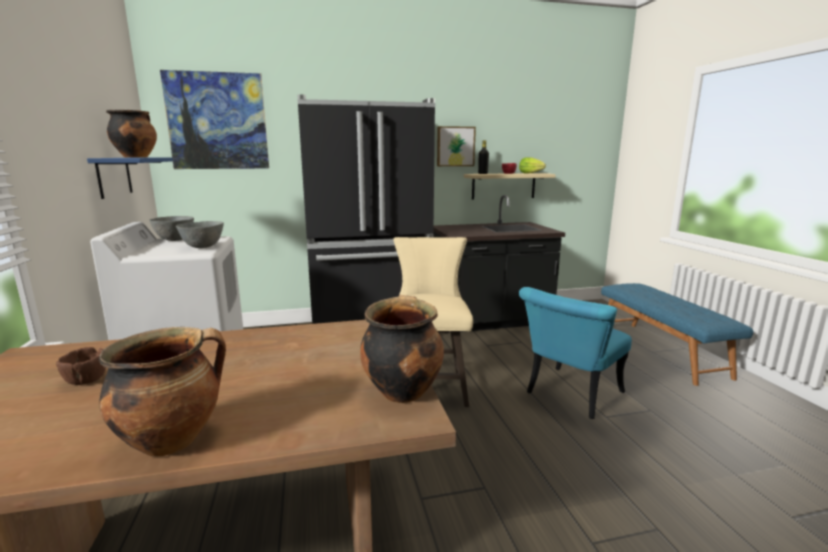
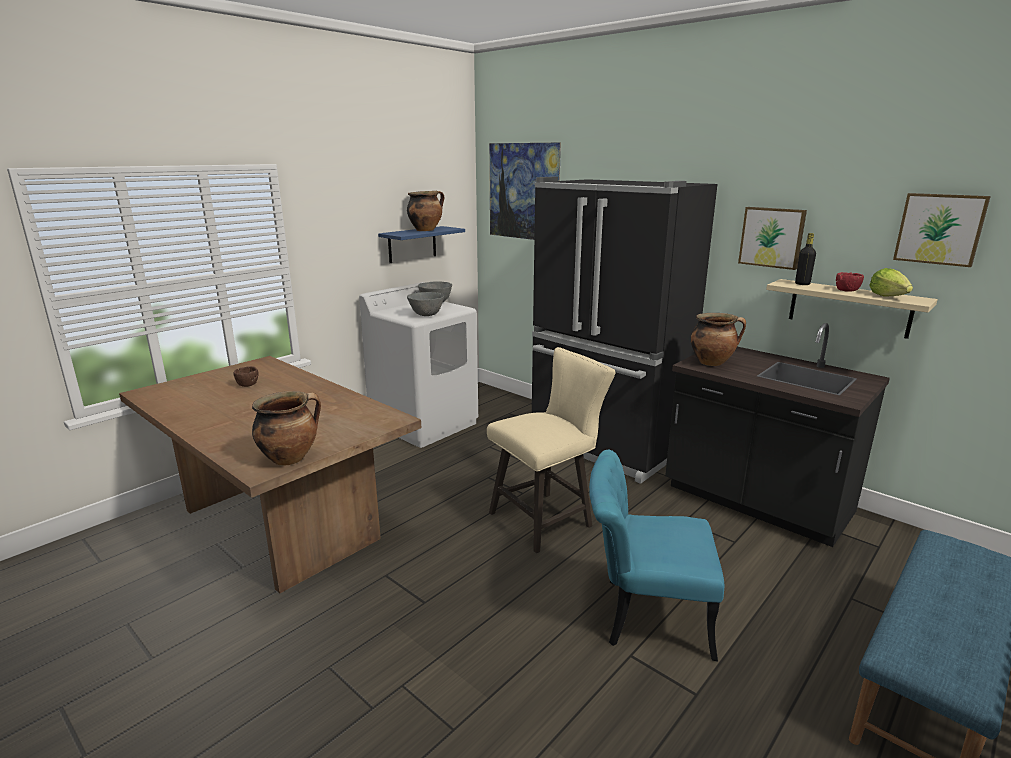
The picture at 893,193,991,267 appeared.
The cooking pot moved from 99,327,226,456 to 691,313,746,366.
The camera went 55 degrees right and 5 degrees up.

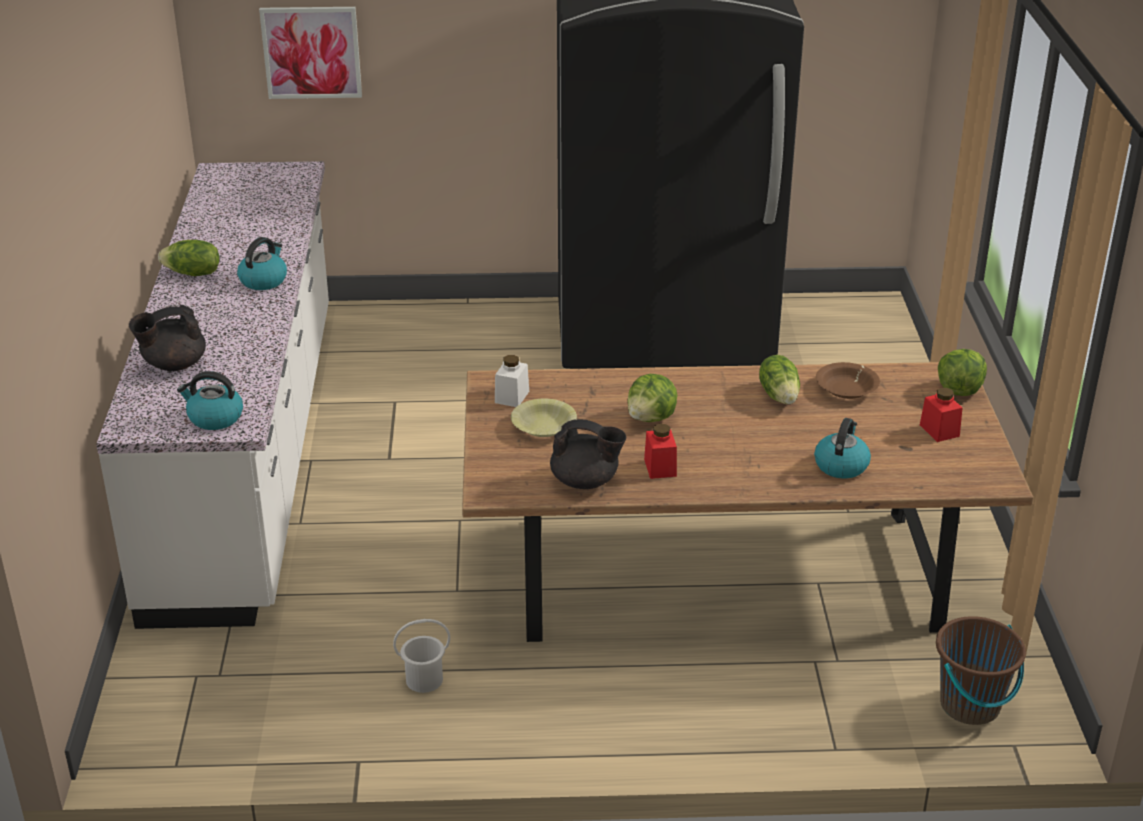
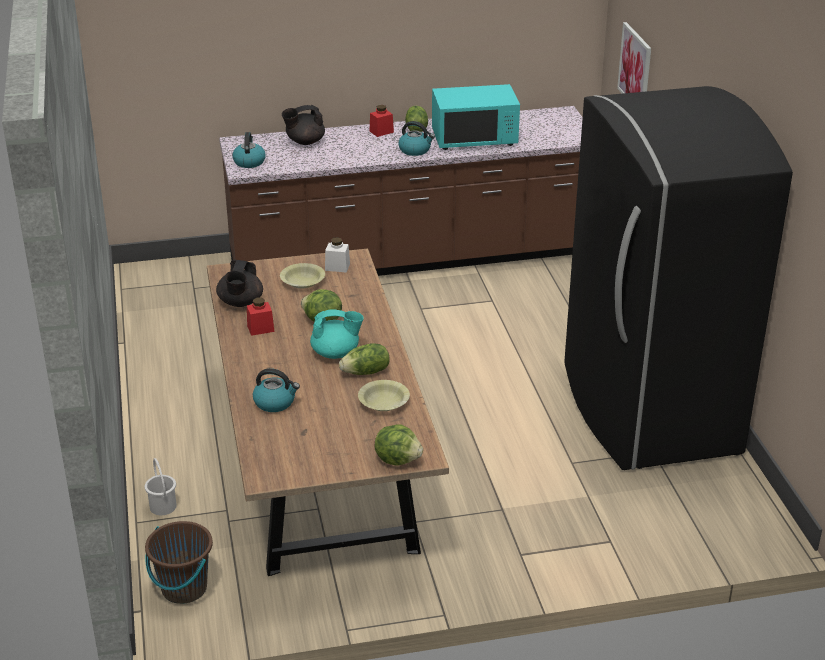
The teapot/turquoise at 310,309,364,359 appeared.
The microwave/turquoise at 432,84,520,150 appeared.
The bucket/white moved from 393,619,450,693 to 145,458,177,515.
The jar/red moved from 920,388,962,442 to 370,105,394,137.
The counter/white at 96,161,329,629 became the counter/brown at 219,106,583,276.
The bowl/brown at 816,362,880,399 became the bowl/yellow at 358,380,410,411.
The teapot/black at 129,305,206,371 turned 75 degrees counterclockwise.
The camera went 80 degrees right and 0 degrees up.

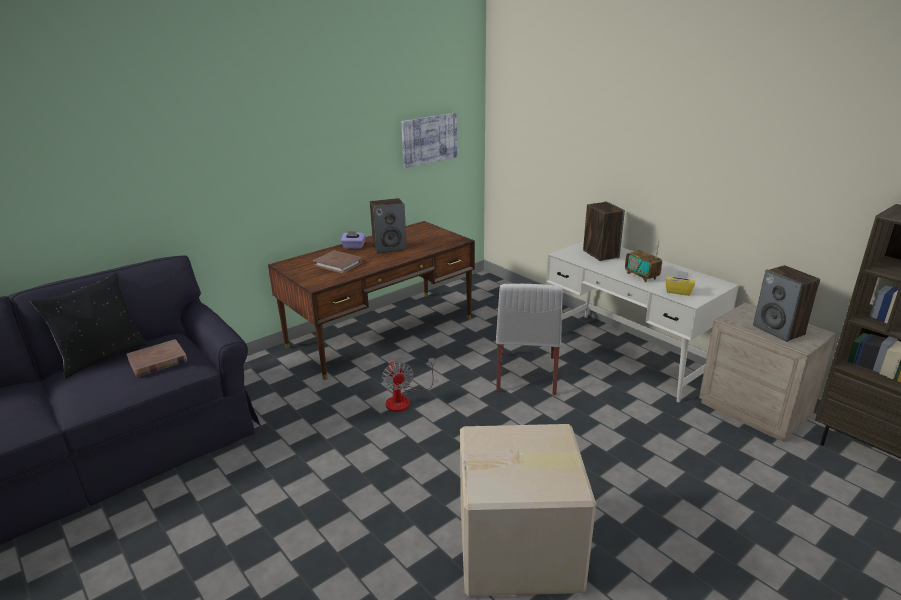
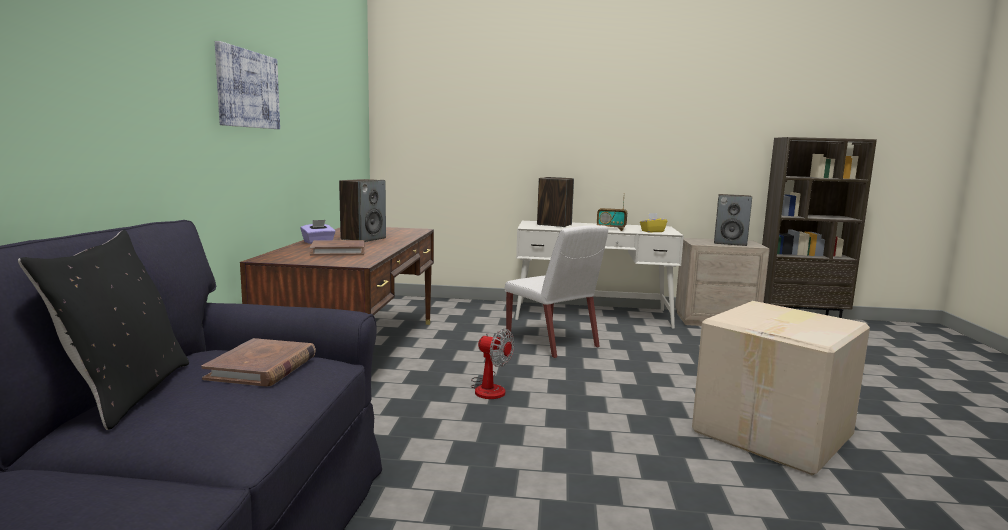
The picture moved from 401,113,457,168 to 215,41,280,129.
The camera went 45 degrees left and 15 degrees down.

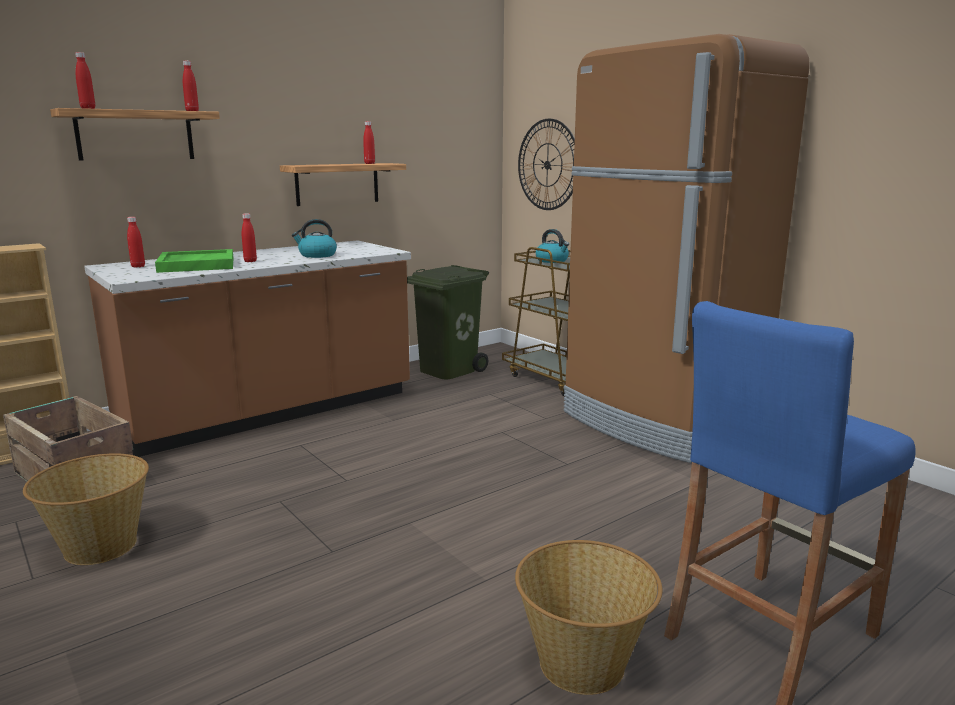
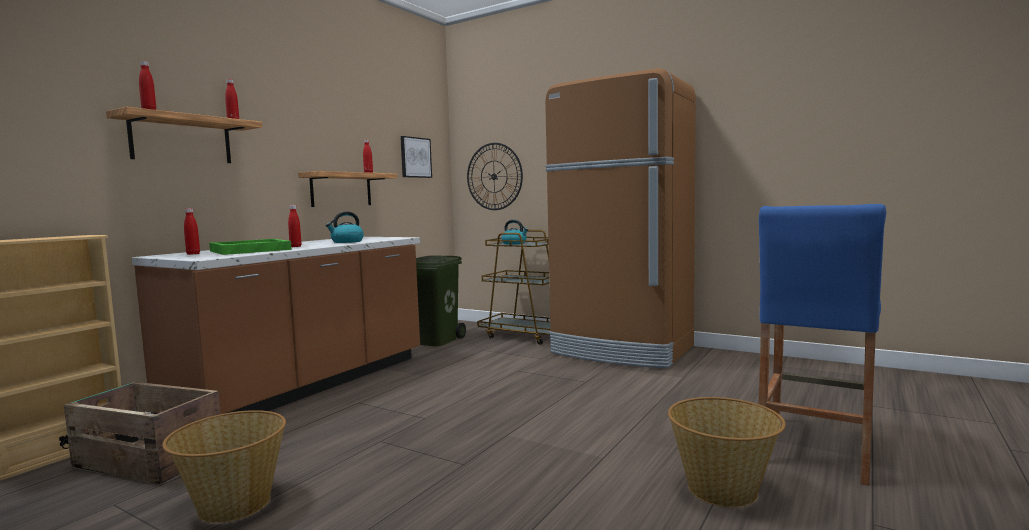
The picture at 400,136,432,178 appeared.
The camera went 20 degrees left and 10 degrees down.

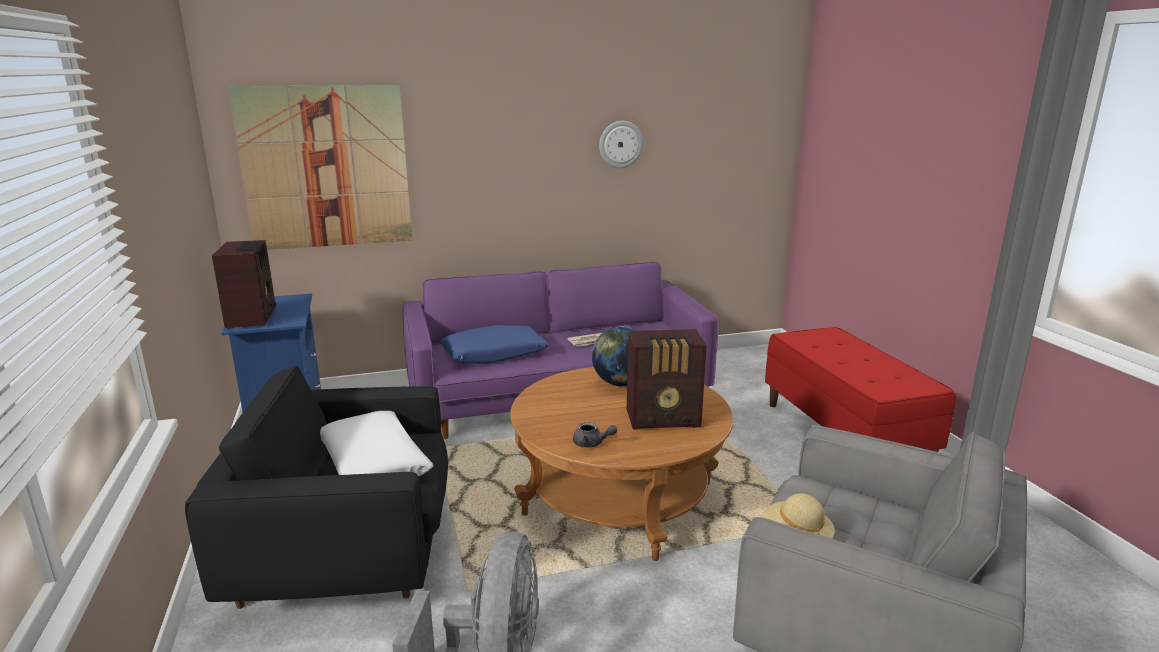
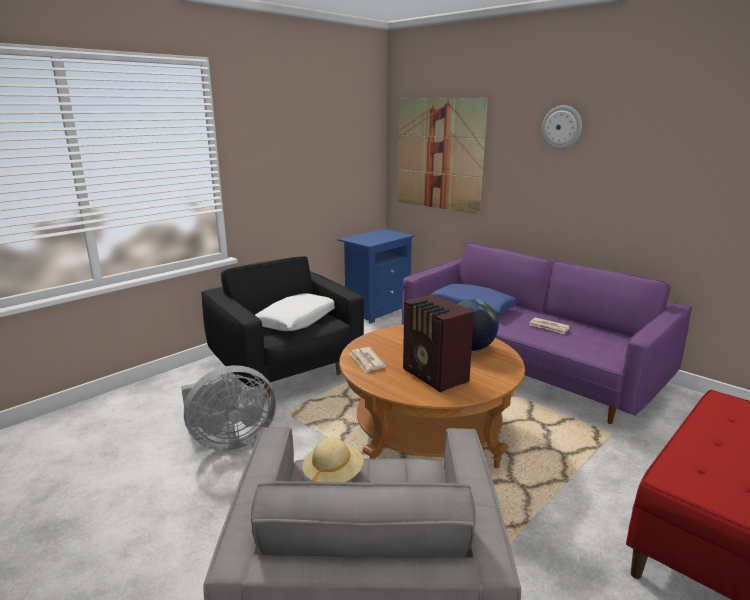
The radio at 212,240,276,329 disappeared.
The wall clock moved from 599,121,643,168 to 542,105,582,149.
The teapot/grey at 573,422,617,448 was replaced by the newspaper at 349,347,386,373.
The camera went 60 degrees right and 0 degrees up.

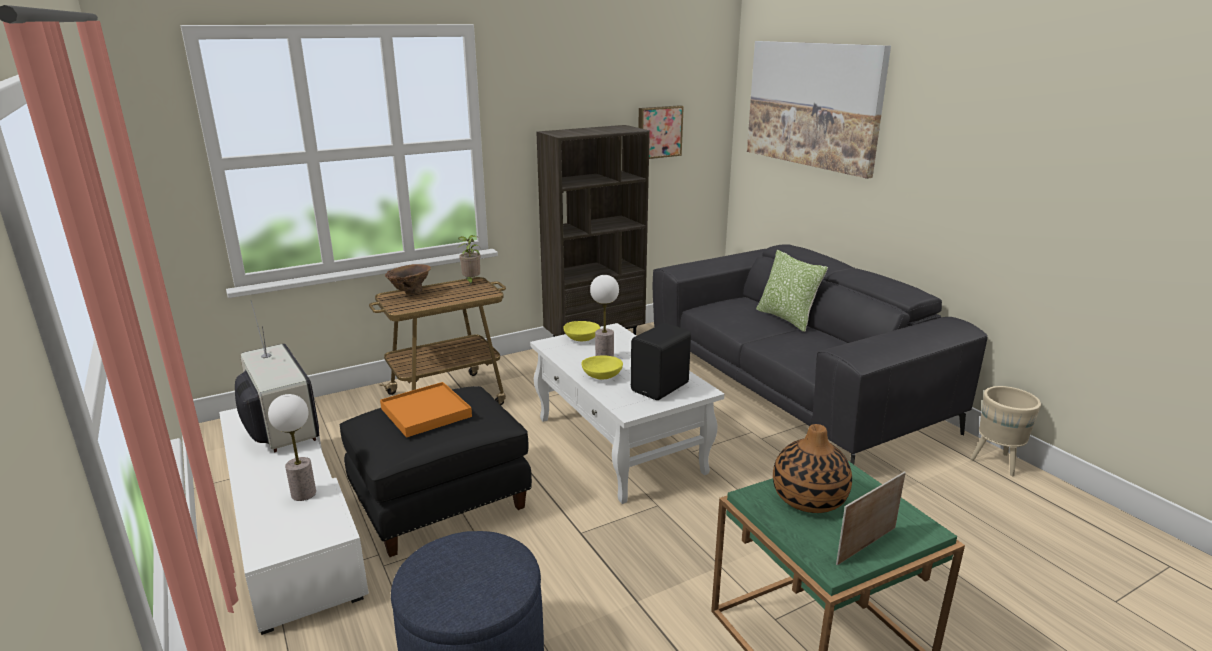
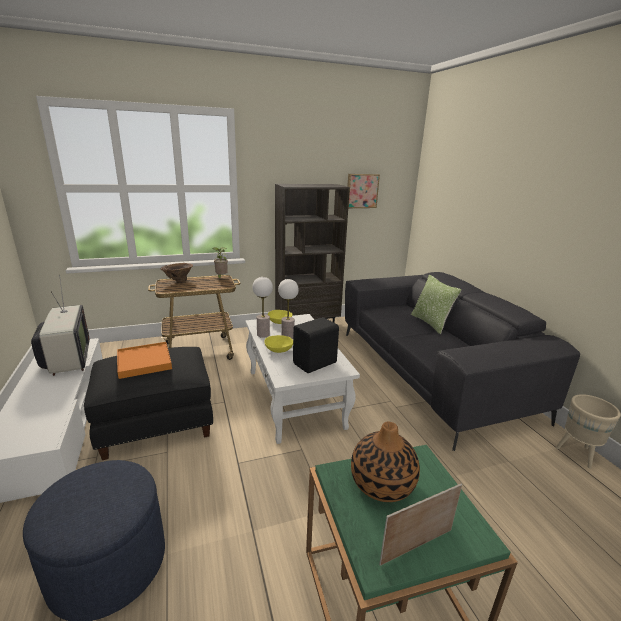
The picture at 747,41,891,179 disappeared.
The table lamp moved from 268,394,316,501 to 252,277,273,338.
The camera went 10 degrees right and 0 degrees up.

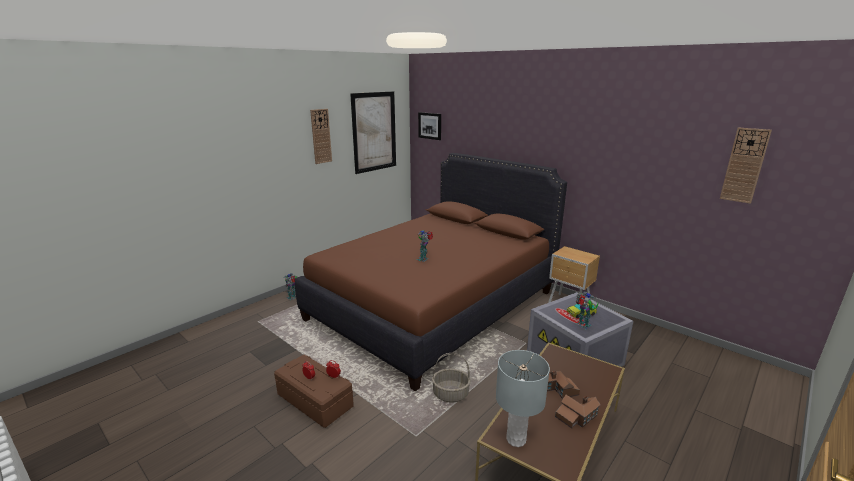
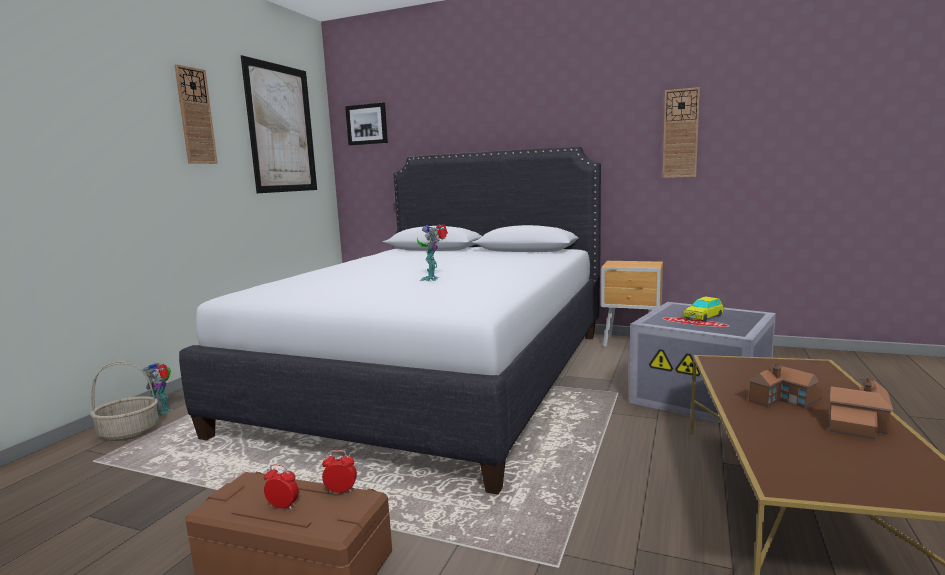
The table lamp/grey at 496,350,550,447 disappeared.
The toy robot at 576,292,598,329 disappeared.
The basket moved from 432,353,471,403 to 90,361,158,441.
The wall clock moved from 720,127,772,204 to 662,87,700,178.
The bed/brown at 295,153,567,391 became the bed/white at 179,146,601,495.
The camera went 20 degrees left and 10 degrees down.

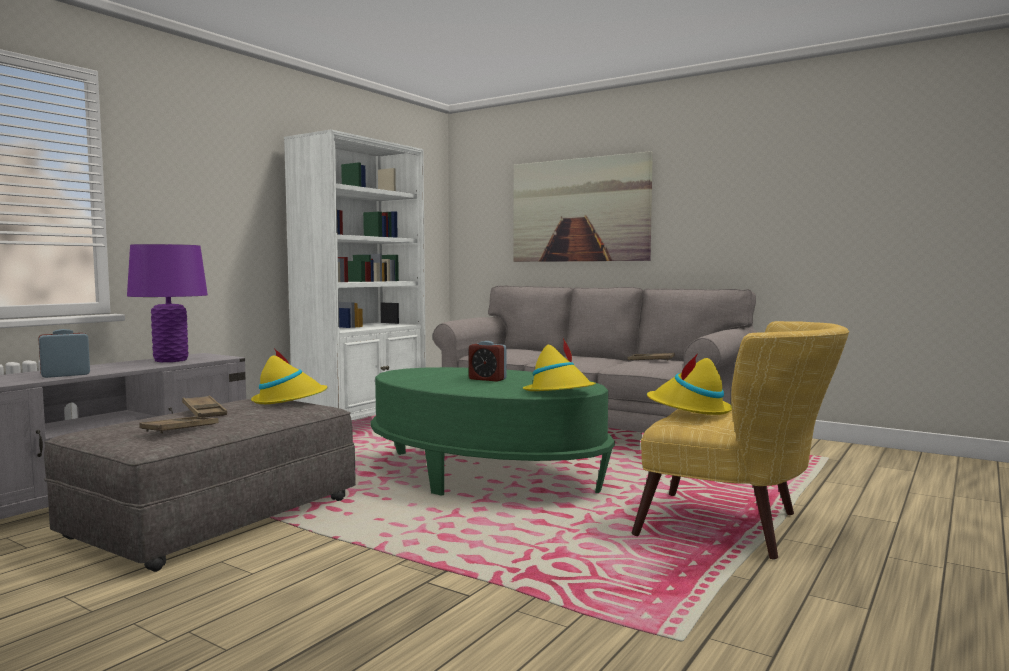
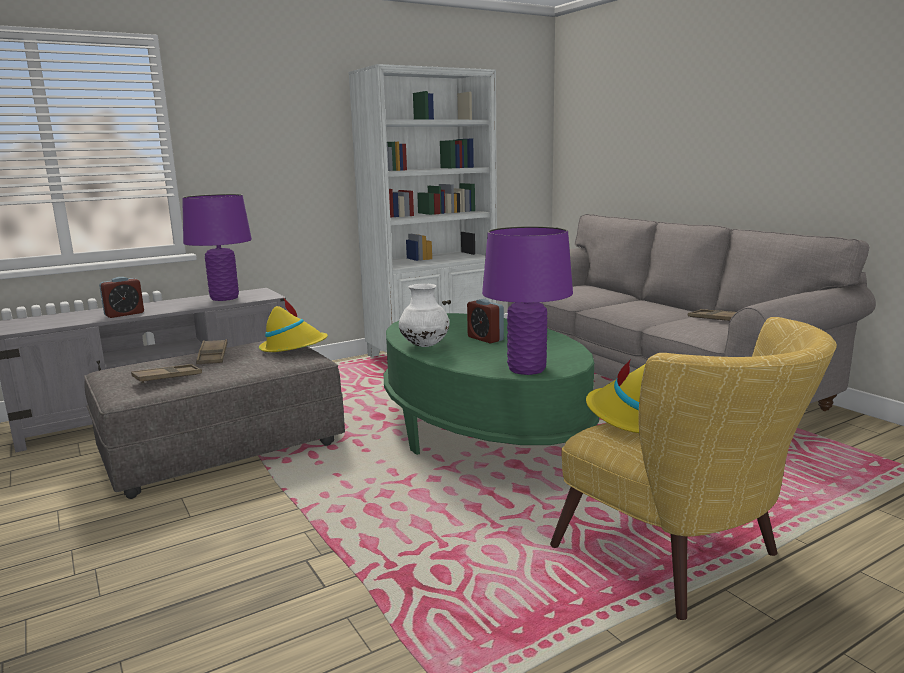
The picture at 514,151,653,262 disappeared.
The vase/white at 399,284,450,347 appeared.
The hat/yellow at 523,338,596,391 was replaced by the table lamp/purple at 482,226,573,375.
The alarm clock at 38,329,90,378 turned 150 degrees clockwise.
The camera went 25 degrees right and 10 degrees up.

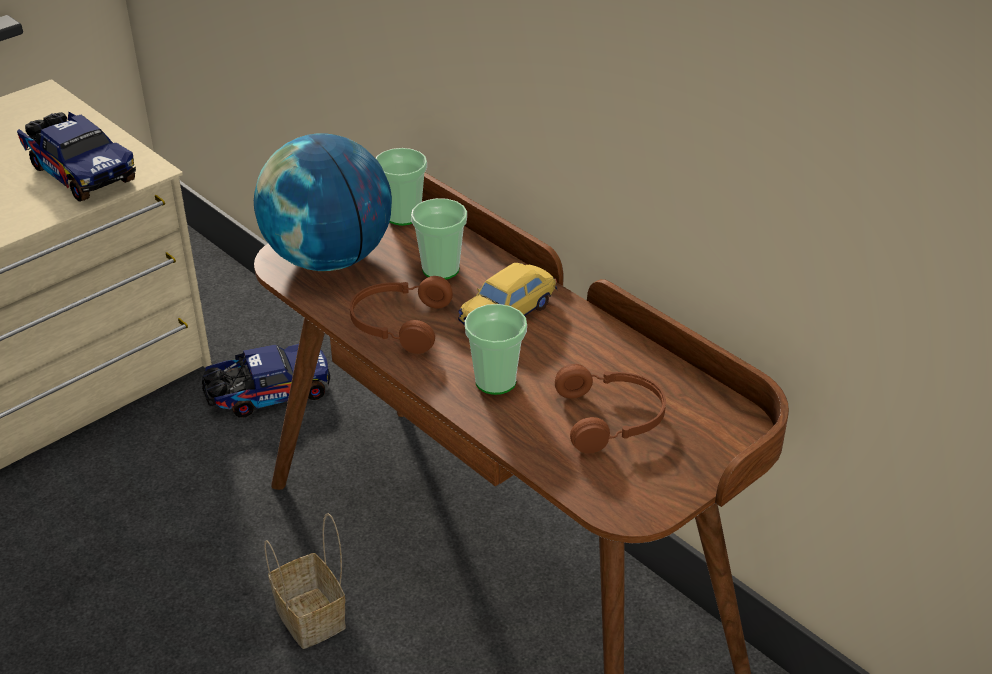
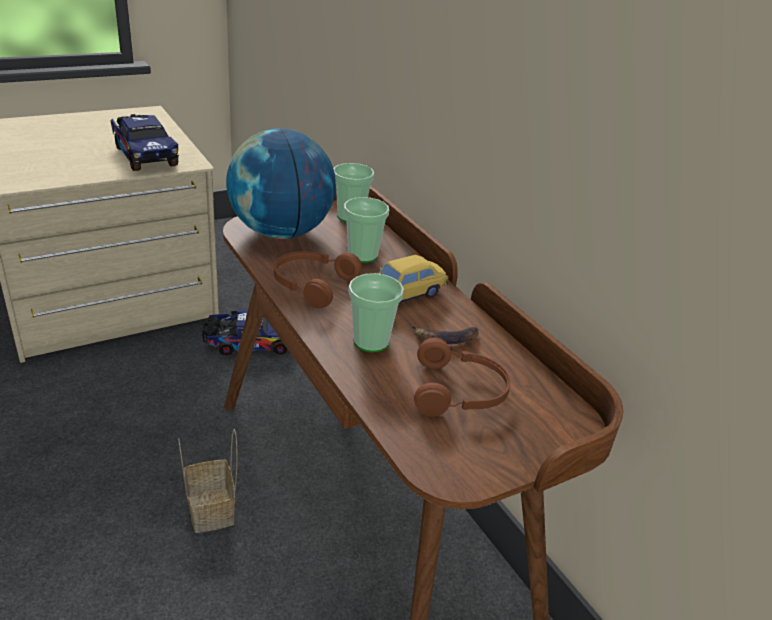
The banana at 411,324,479,344 appeared.
The camera went 10 degrees right and 5 degrees down.

